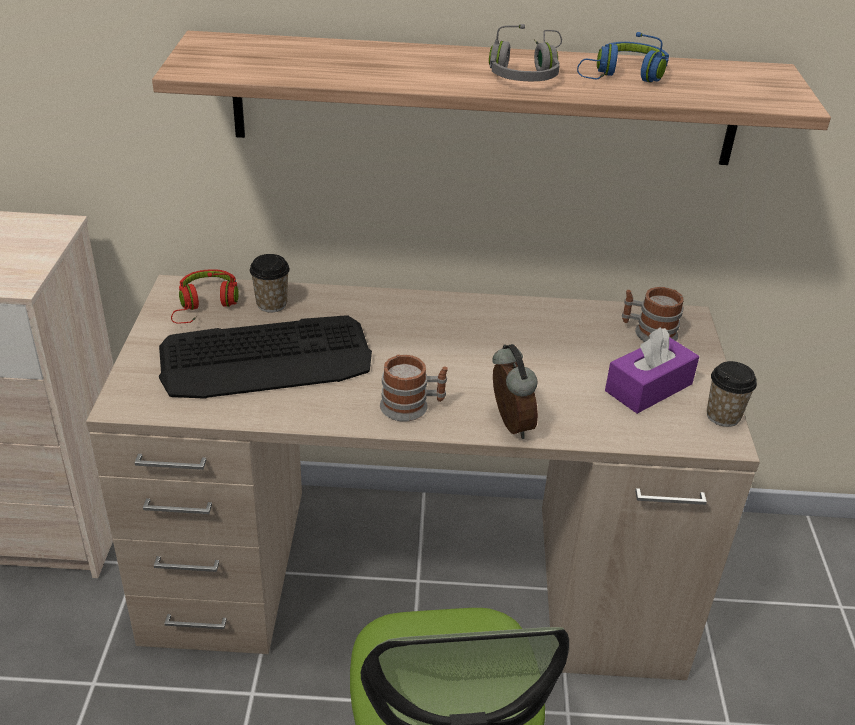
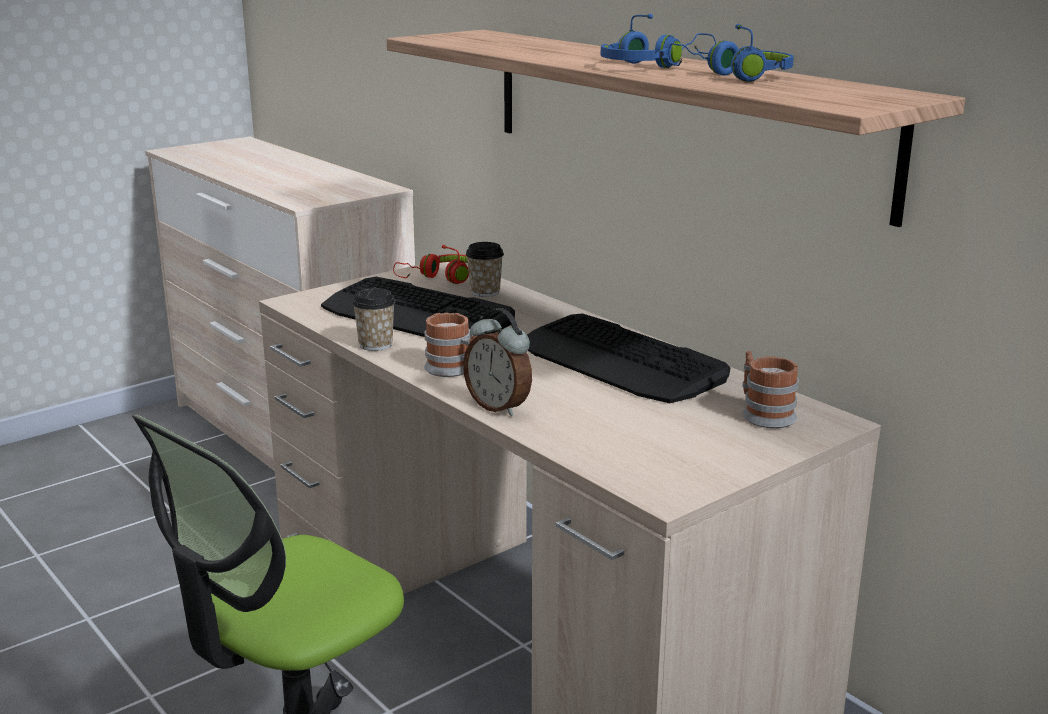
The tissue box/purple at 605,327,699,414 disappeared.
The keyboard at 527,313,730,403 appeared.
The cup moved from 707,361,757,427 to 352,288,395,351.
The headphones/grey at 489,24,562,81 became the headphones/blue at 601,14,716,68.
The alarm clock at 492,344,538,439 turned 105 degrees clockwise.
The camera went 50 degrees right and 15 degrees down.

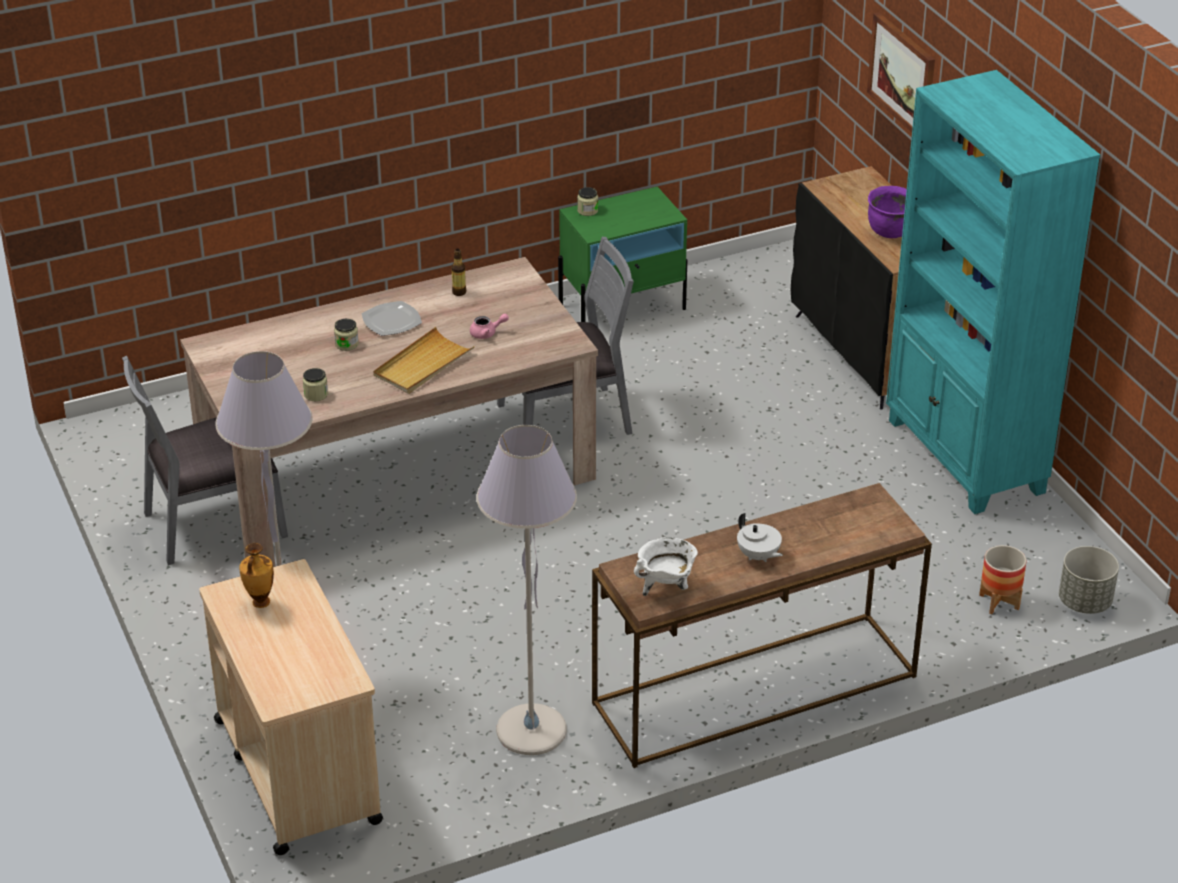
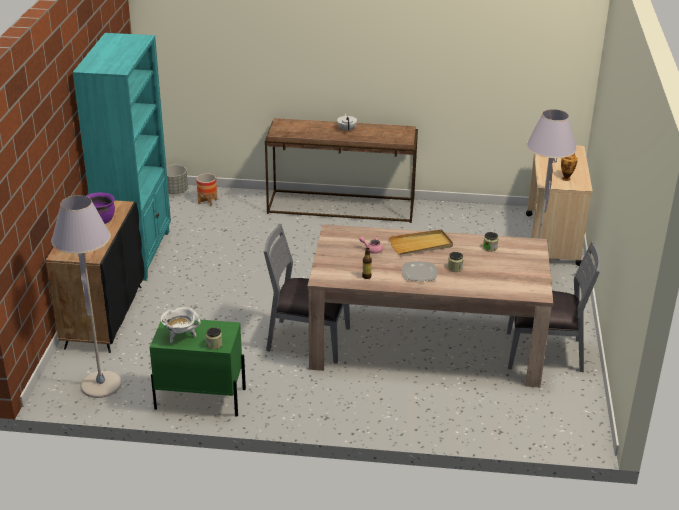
The picture at 867,12,935,132 disappeared.
The floor lamp/grey moved from 476,425,577,755 to 51,195,122,398.
The cooking pot/white moved from 634,537,698,596 to 161,307,201,343.
The camera went 150 degrees left and 5 degrees down.

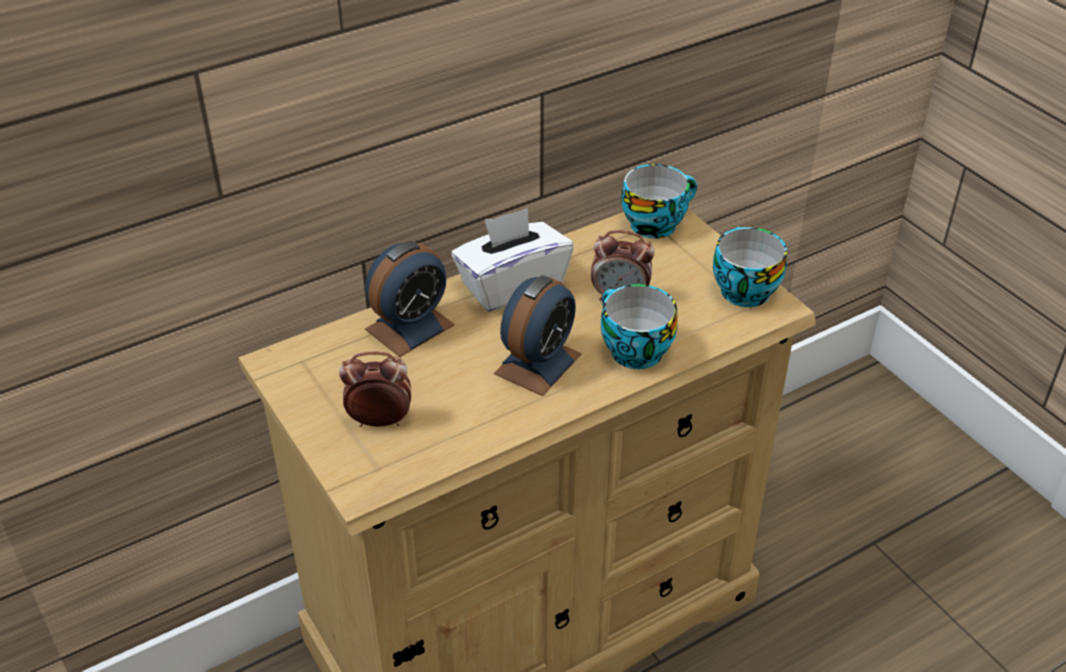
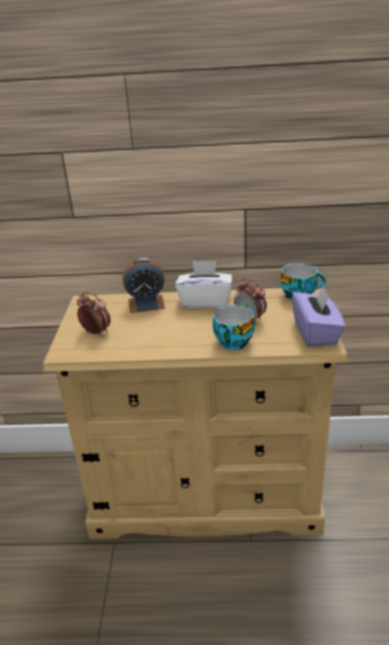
The alarm clock at 494,275,582,396 disappeared.
The cup at 713,227,787,307 was replaced by the tissue box/purple at 292,286,346,347.
The camera went 35 degrees right and 10 degrees down.

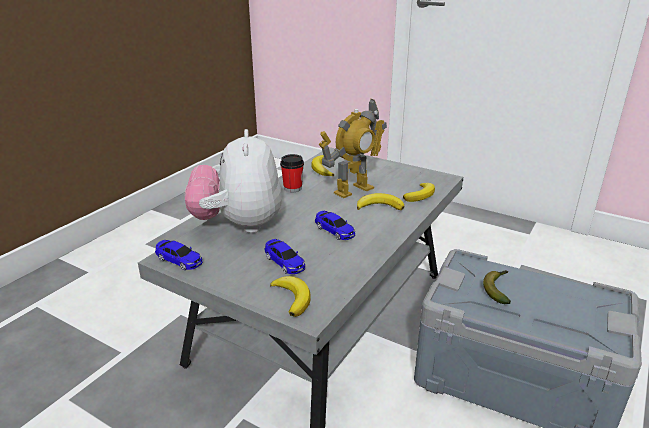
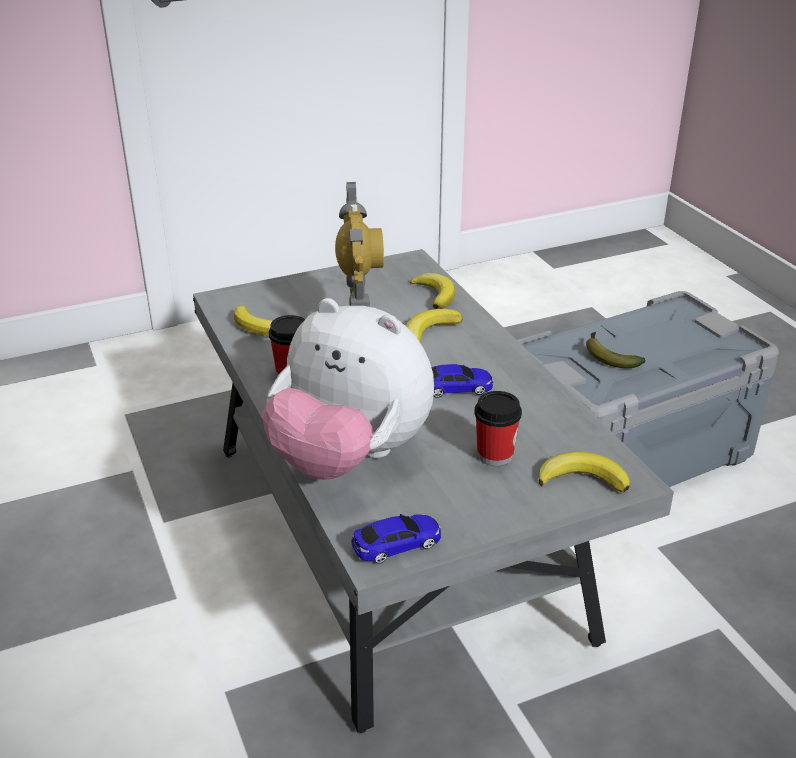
The toy car at 264,239,305,274 was replaced by the cup at 475,391,522,466.
The camera went 55 degrees left and 5 degrees up.

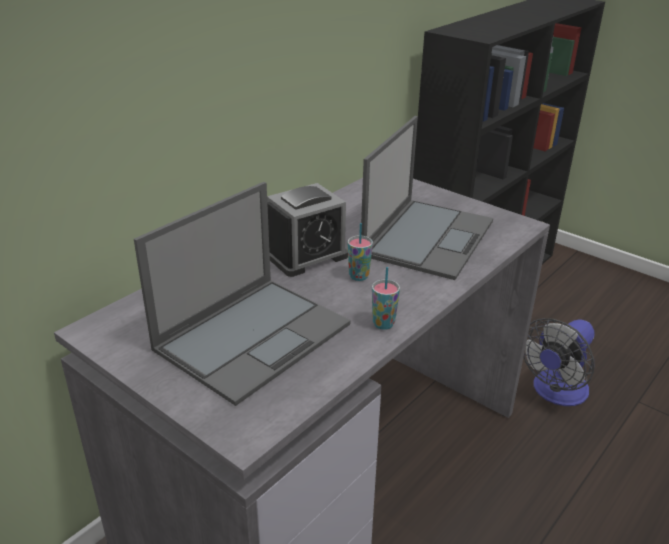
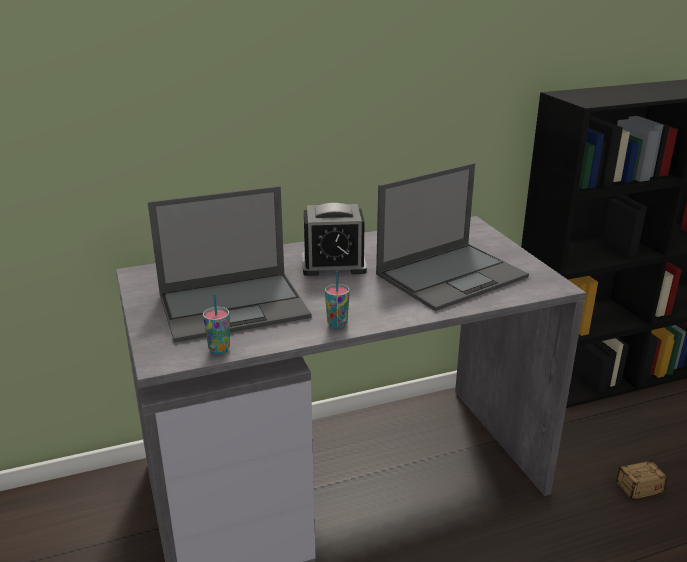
The cup moved from 348,223,373,281 to 203,294,230,354.
The fan at 523,318,594,406 was replaced by the storage box at 593,453,668,500.
The camera went 30 degrees right and 5 degrees down.

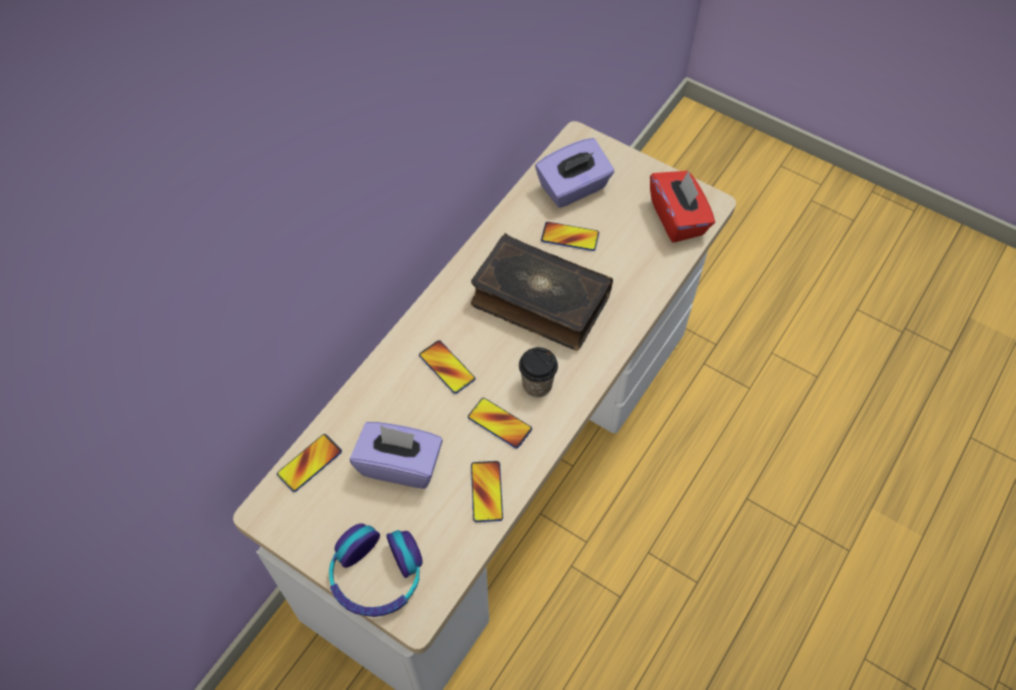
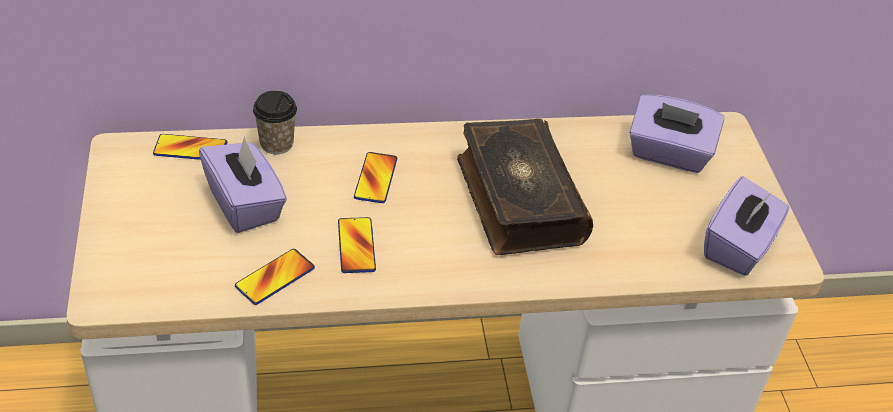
The headphones at 329,523,423,617 disappeared.
The phone at 541,222,599,251 disappeared.
The cup moved from 519,347,558,397 to 253,91,297,154.
The tissue box/red at 650,171,715,243 became the tissue box/purple at 704,176,789,276.
The camera went 45 degrees right and 15 degrees down.

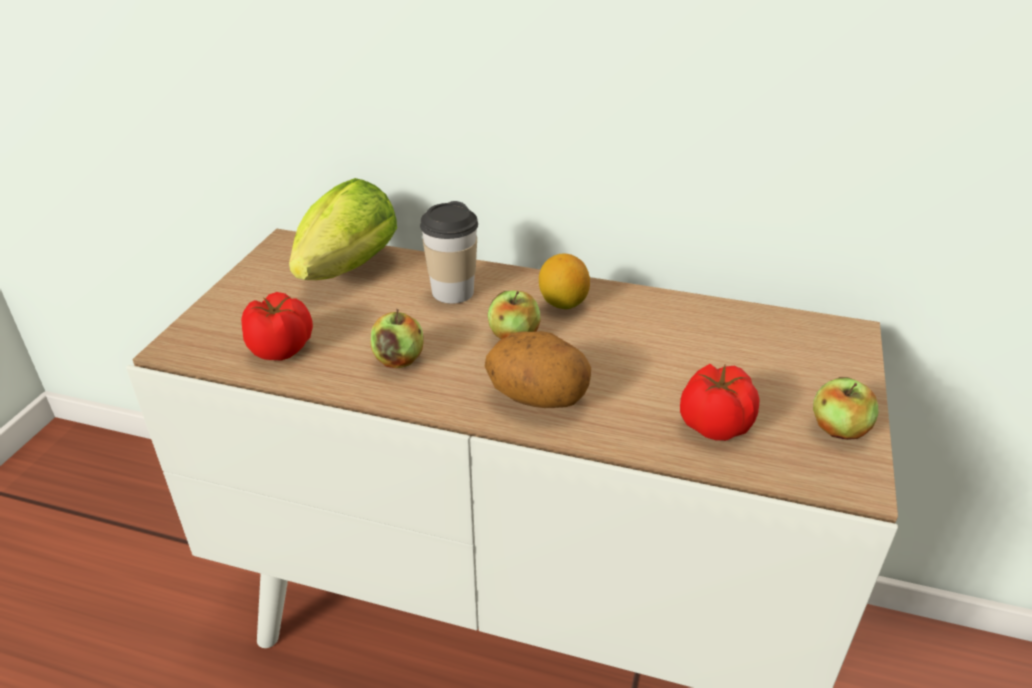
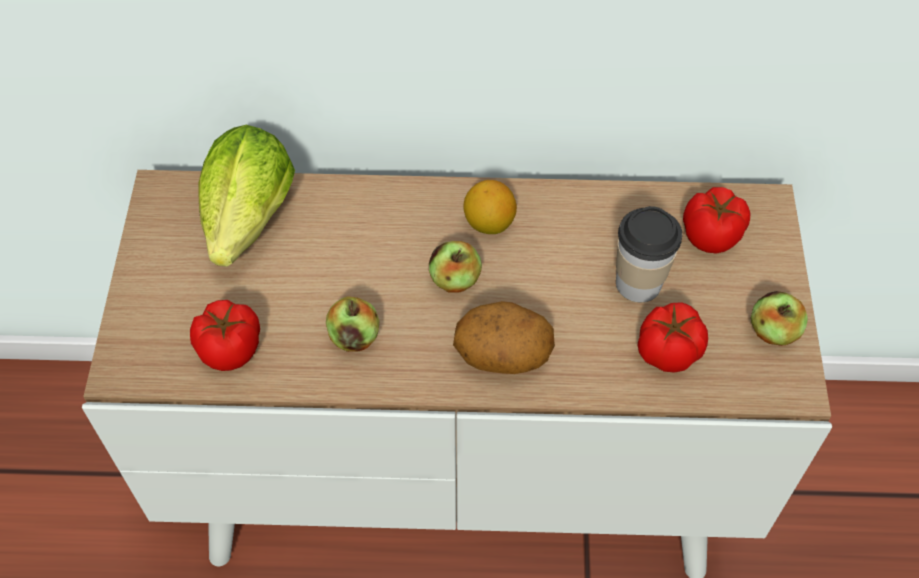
The tomato at 683,187,751,254 appeared.
The cup moved from 420,201,478,304 to 616,206,682,302.
The camera went 15 degrees left and 20 degrees up.

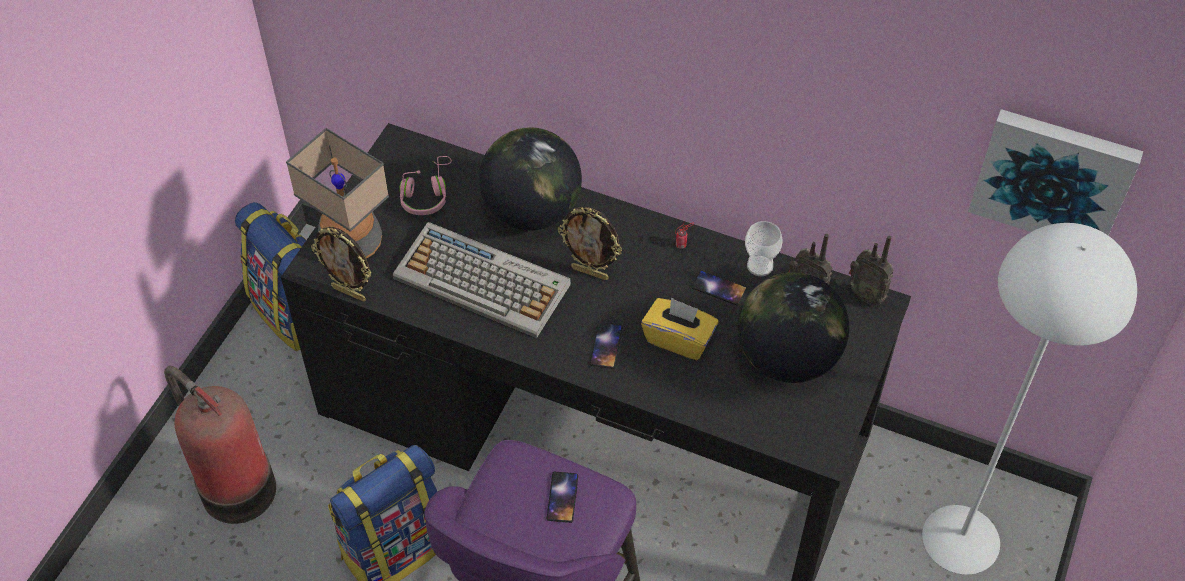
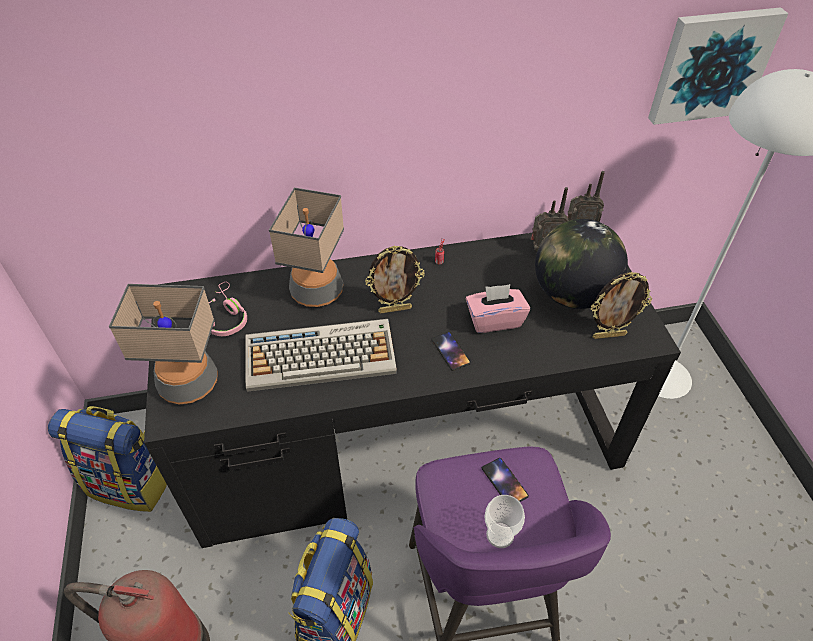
The phone at 691,270,747,305 disappeared.
The picture frame moved from 311,227,372,302 to 591,272,652,339.
The cup moved from 745,221,782,276 to 484,495,525,548.
The globe at 479,127,582,231 was replaced by the table lamp at 269,188,344,307.
The tissue box/yellow at 641,297,719,360 became the tissue box/pink at 466,284,530,333.
The camera went 35 degrees left and 5 degrees down.

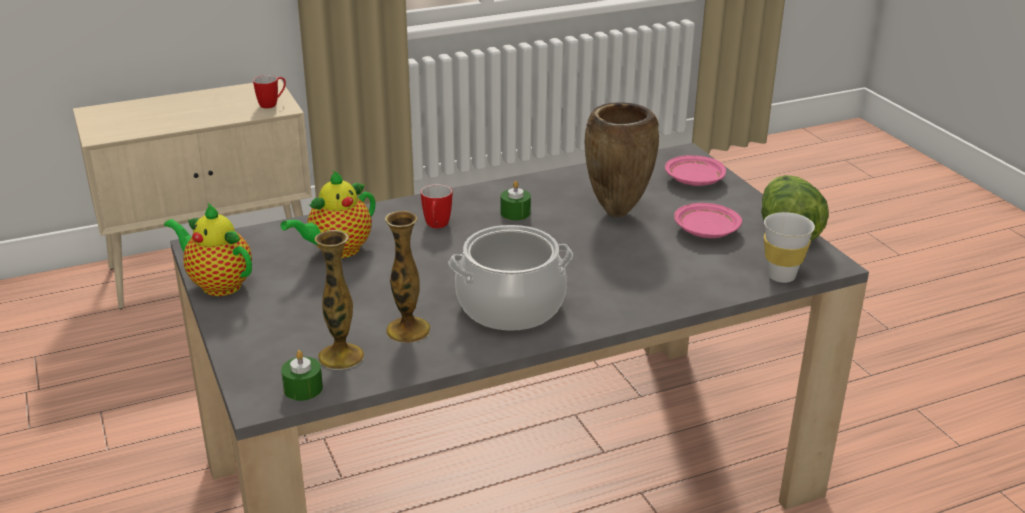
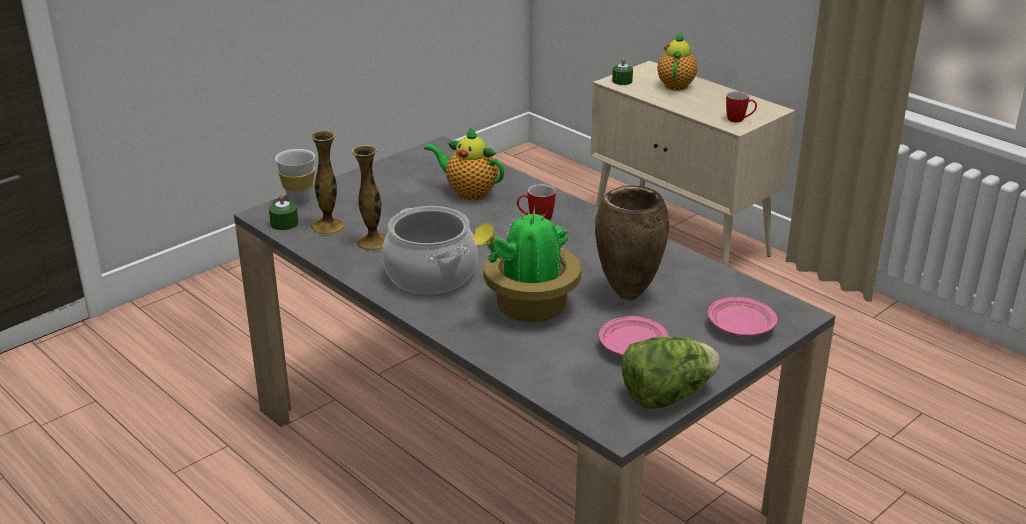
The potted plant at 472,205,581,322 appeared.
The teapot moved from 164,203,252,296 to 658,31,697,91.
The candle/green moved from 501,181,531,220 to 612,58,633,85.
The cup/white moved from 764,212,815,283 to 275,149,315,205.
The camera went 70 degrees right and 0 degrees up.

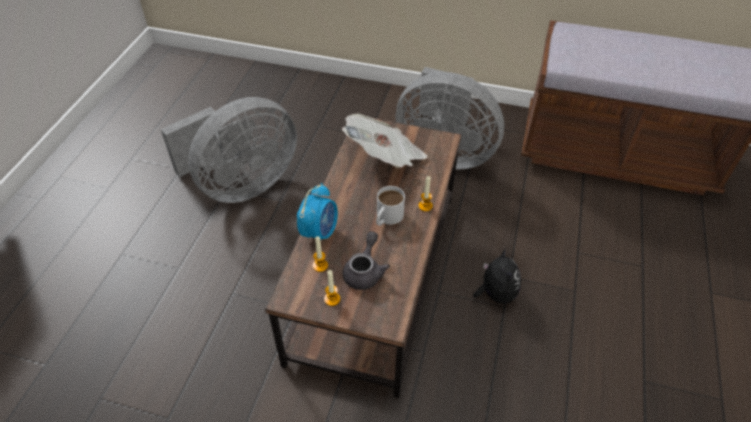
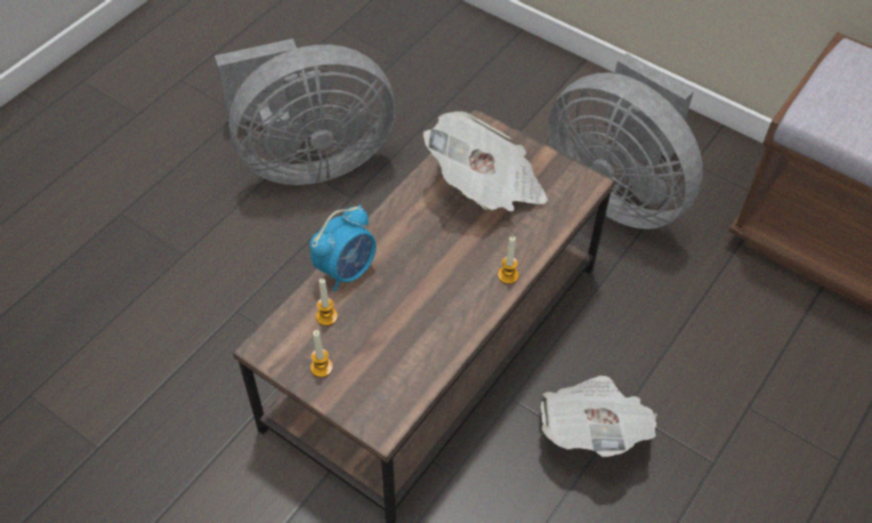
The teapot/grey at 343,231,390,290 disappeared.
The mug/white at 376,186,405,226 disappeared.
The plush toy at 473,248,521,304 was replaced by the newspaper at 541,375,657,457.
The camera went 20 degrees right and 5 degrees up.

